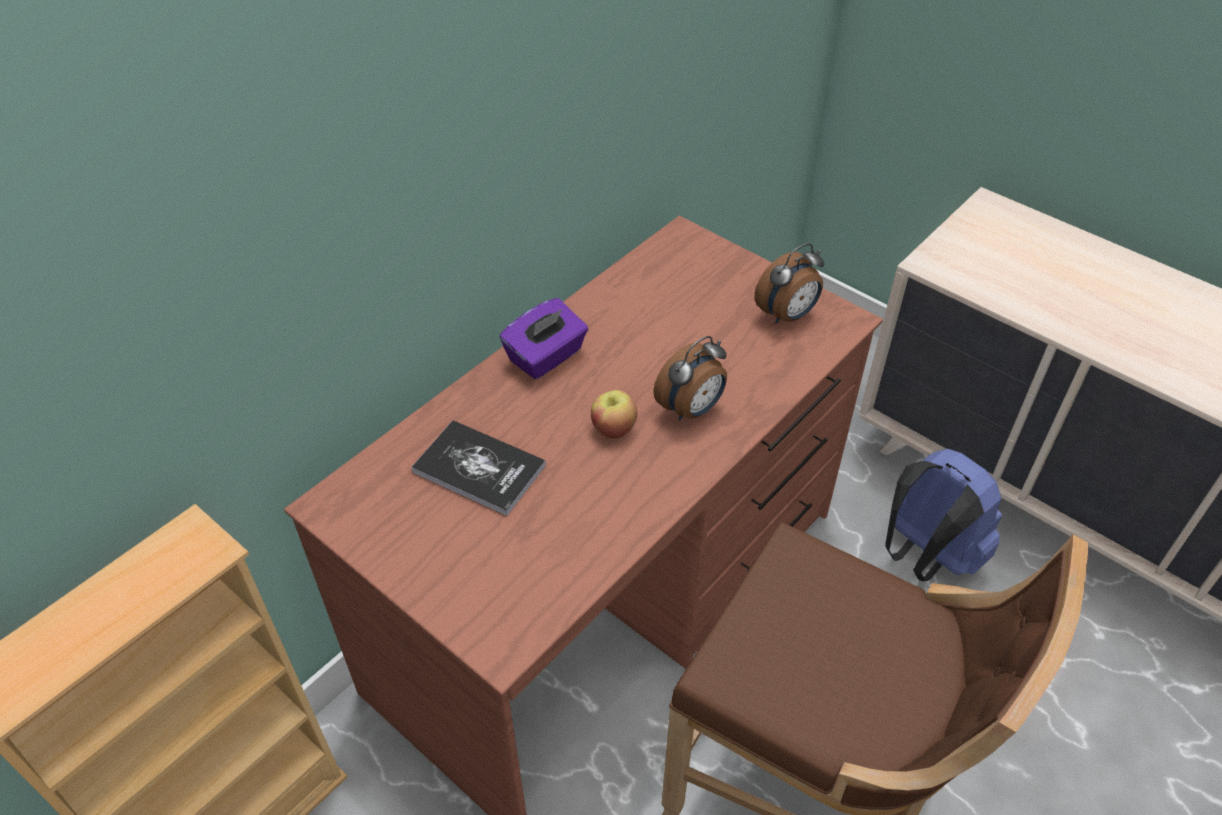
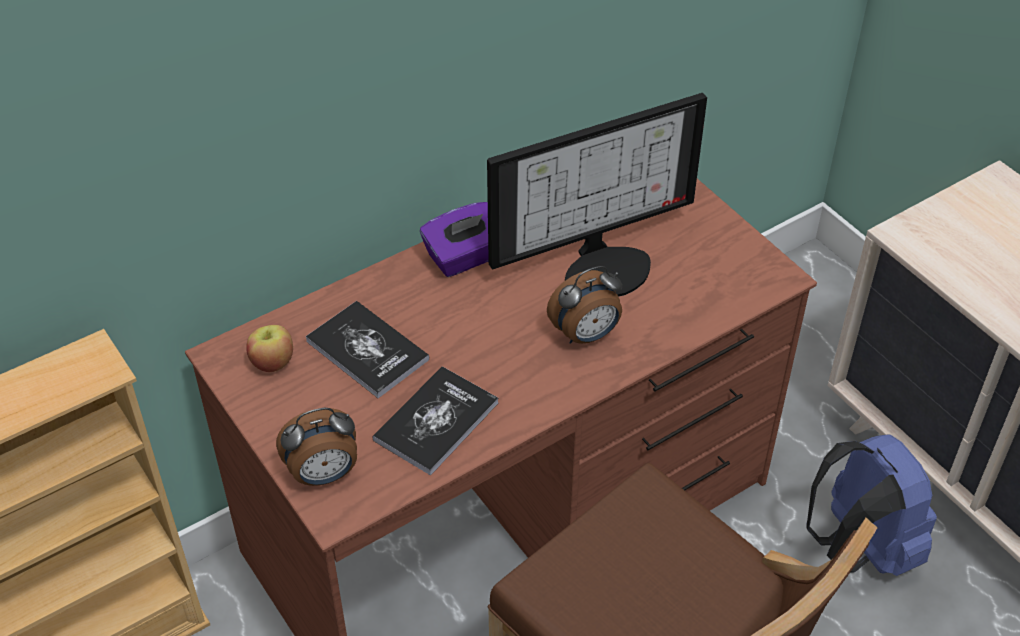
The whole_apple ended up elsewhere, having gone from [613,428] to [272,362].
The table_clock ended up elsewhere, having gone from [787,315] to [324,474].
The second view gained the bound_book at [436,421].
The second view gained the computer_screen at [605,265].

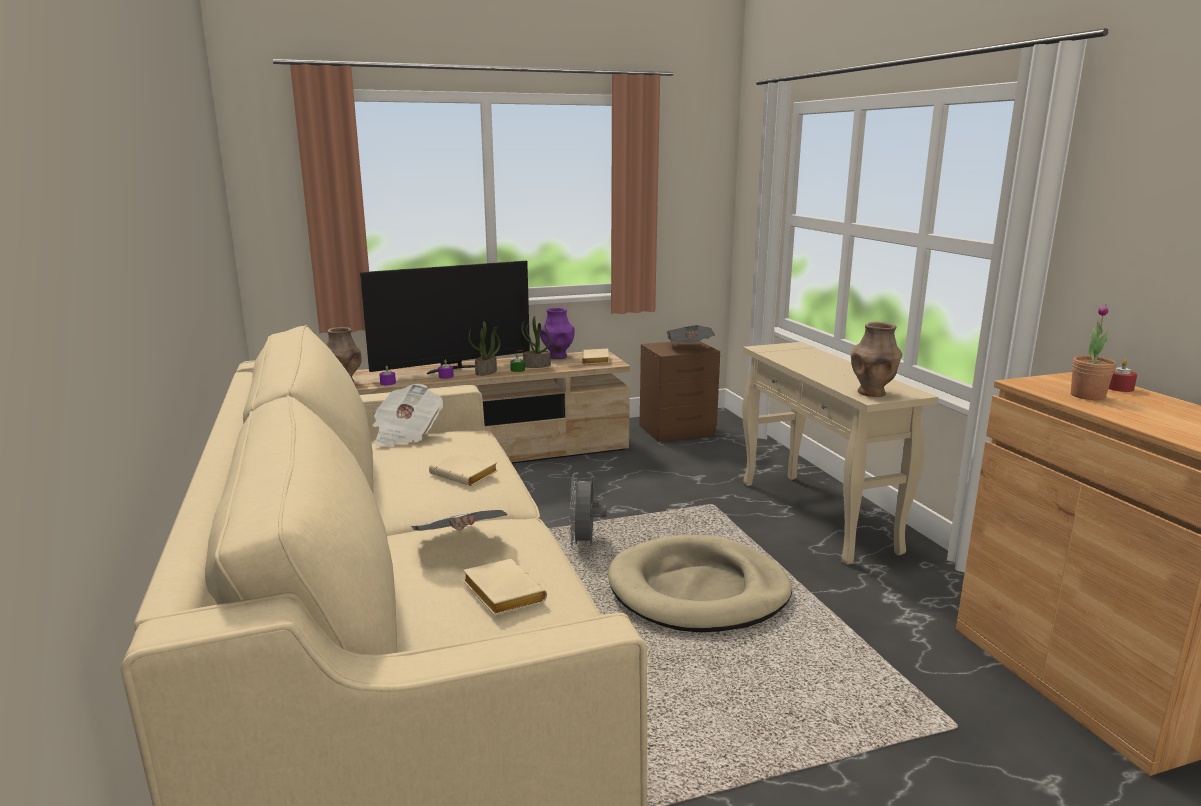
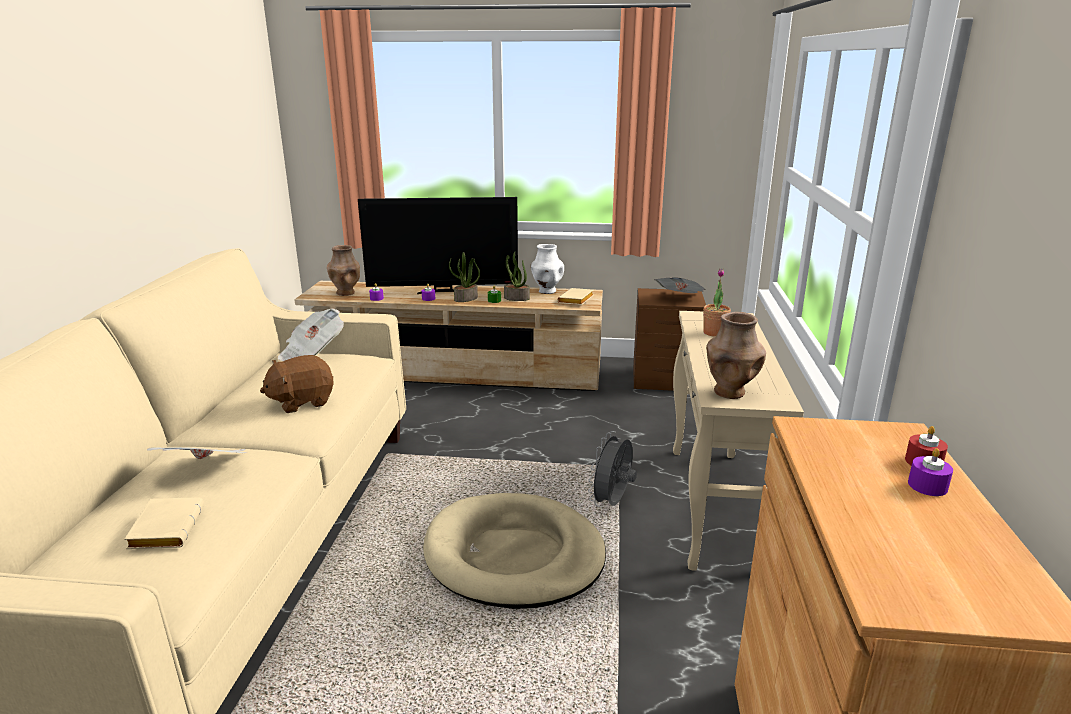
Where the sand-coloured_bound_book stood at [466,474], the brown_soft_toy came to stand at [301,402].
What was the purple_vase at [557,357] turned into the whitish_vase at [547,291].
The greyish_fan ended up elsewhere, having gone from [585,545] to [612,503].
The plant_in_a_pot ended up elsewhere, having gone from [1087,396] to [714,333].
The second view gained the purple_candle at [927,486].

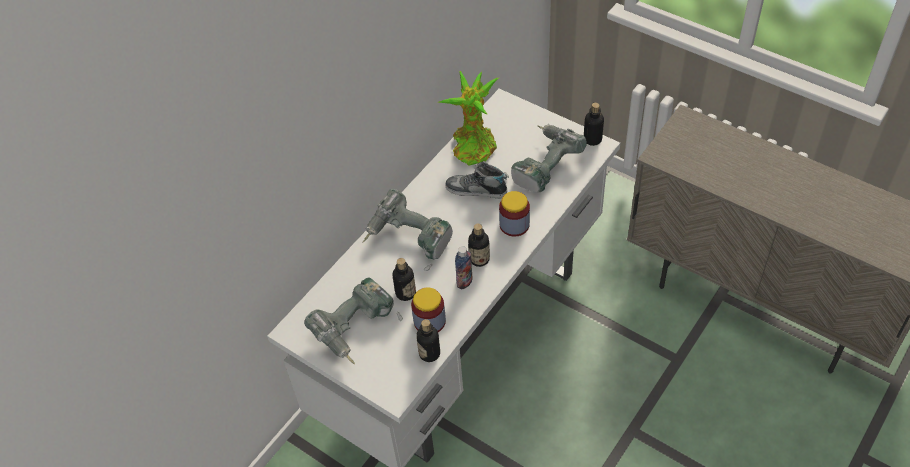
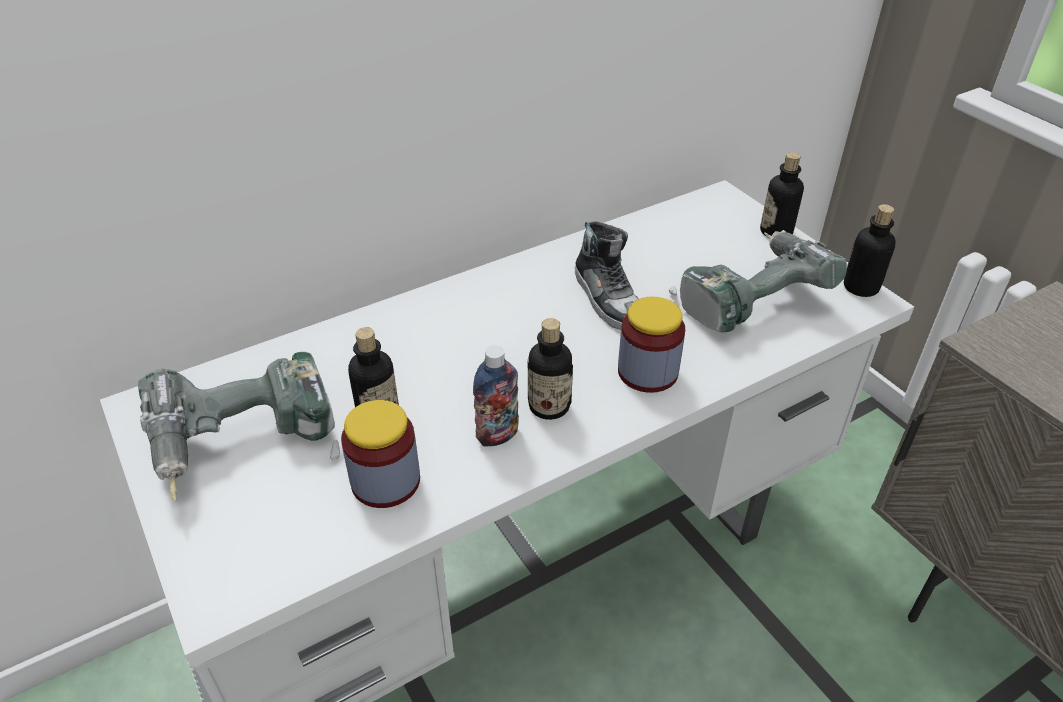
The item_of_footwear at [476,190] ended up facing another way, 150 degrees counterclockwise from before.
The bottle ended up elsewhere, having gone from [429,353] to [776,231].
The second view lost the electric_drill at [408,241].
The second view lost the plant_in_a_pot at [473,144].

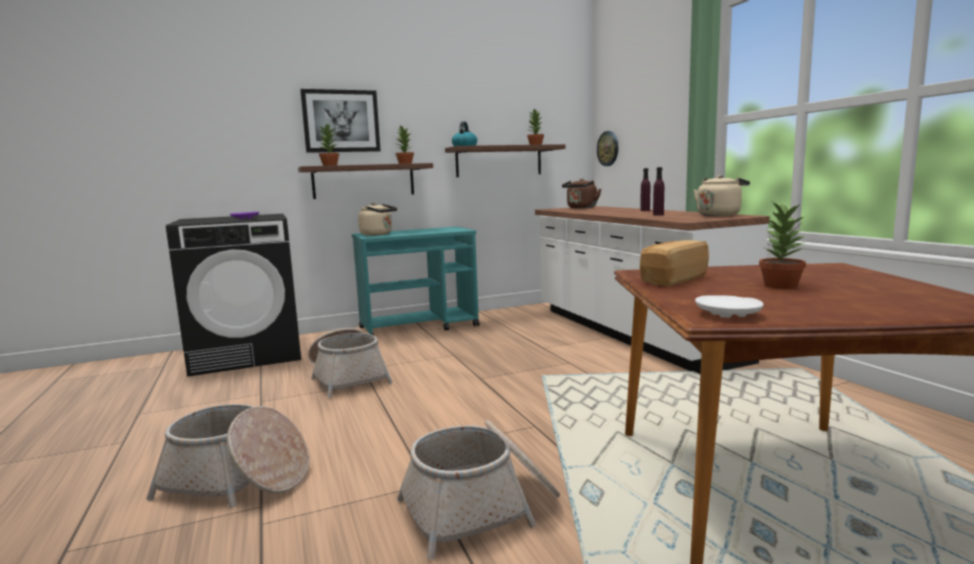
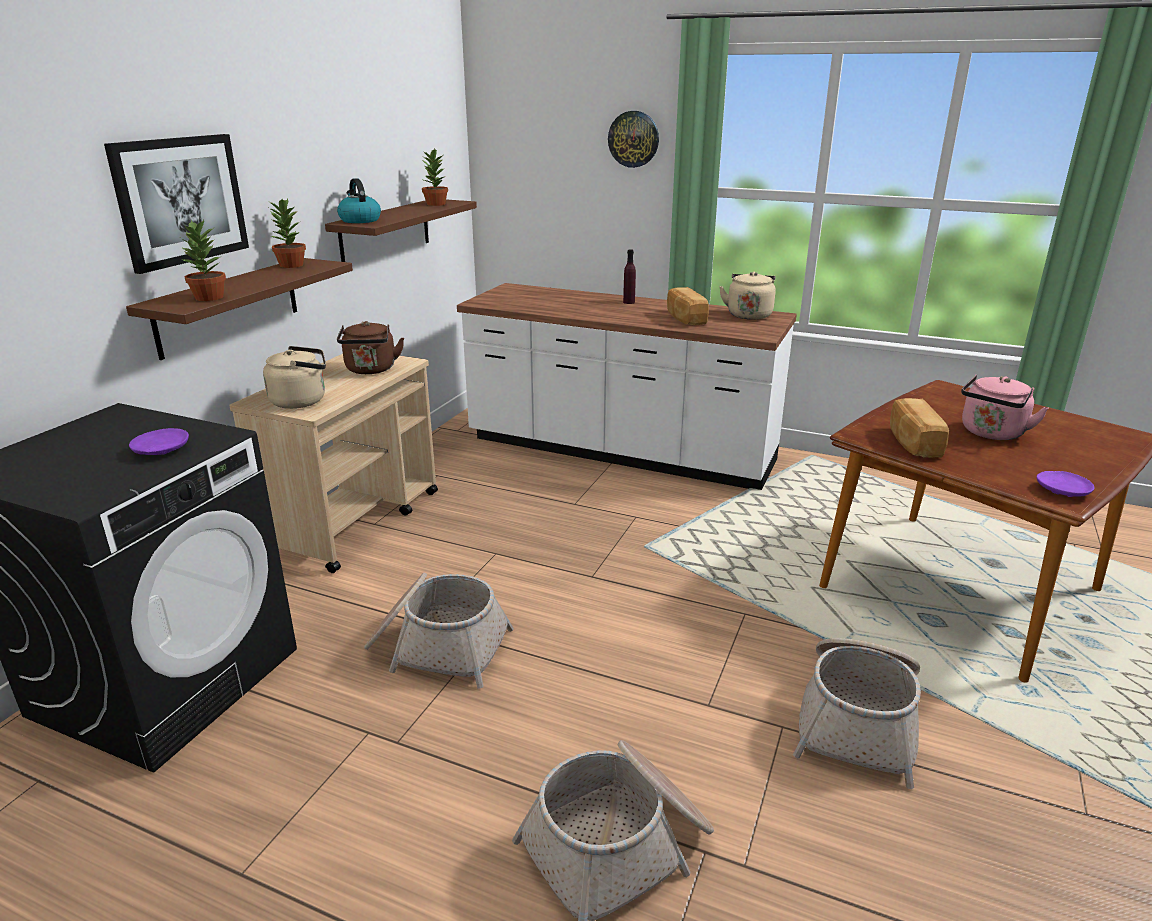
What was the blue-green_wheeled_cart at [419,327] turned into the sand-coloured_wheeled_cart at [355,520].
The brown_kettle ended up elsewhere, having gone from [581,208] to [371,370].
The hanging_clock ended up elsewhere, having gone from [608,148] to [633,139].
Where the purple_bottle stood at [658,215], the bread came to stand at [685,318].
Where the plant_in_a_pot stood at [779,285], the pink-coloured_kettle came to stand at [991,434].
What was the whitish_flat_dish at [728,314] turned into the purple_flat_dish at [1062,491].

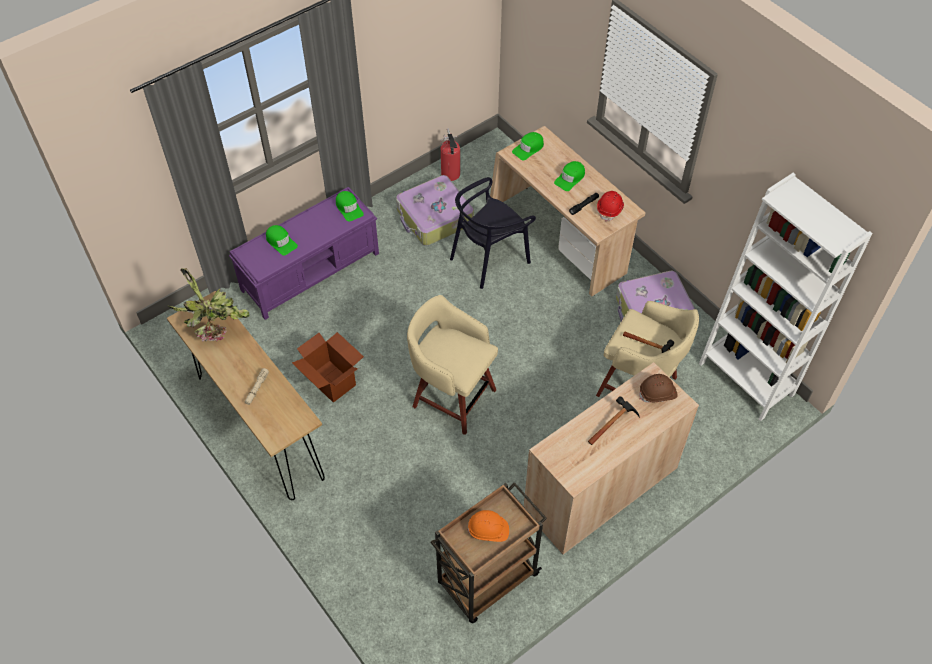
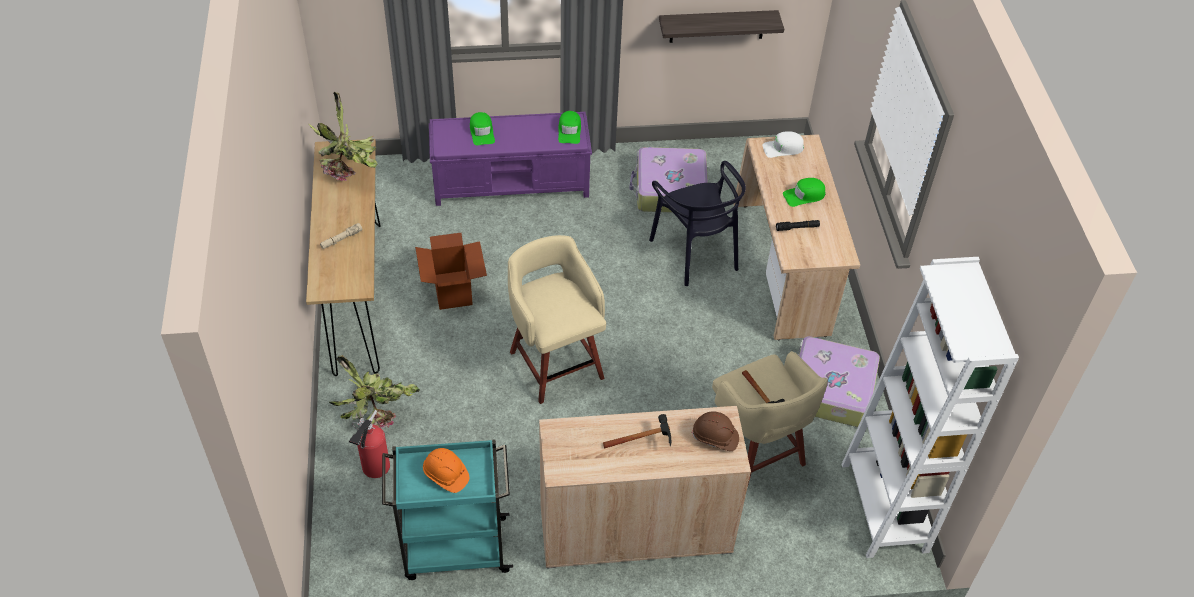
The second view gained the plant_in_a_pot at [378,413].
The extinguisher ended up elsewhere, having gone from [451,175] to [374,469].
What was the brown_wheeled_cart at [486,580] turned into the blue-green_wheeled_cart at [453,548].
The black-coloured_chair at [489,258] ended up facing another way, 105 degrees counterclockwise from before.
The second view gained the bracket_shelf at [717,26].
What was the green_baseball_cap at [528,148] turned into the whitish_baseball_cap at [783,148].
The second view lost the red_work_helmet at [610,209].

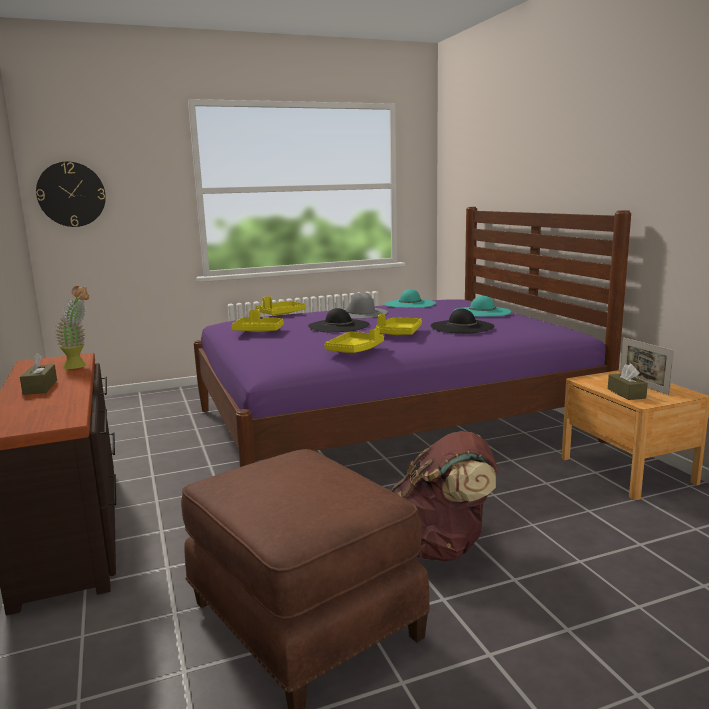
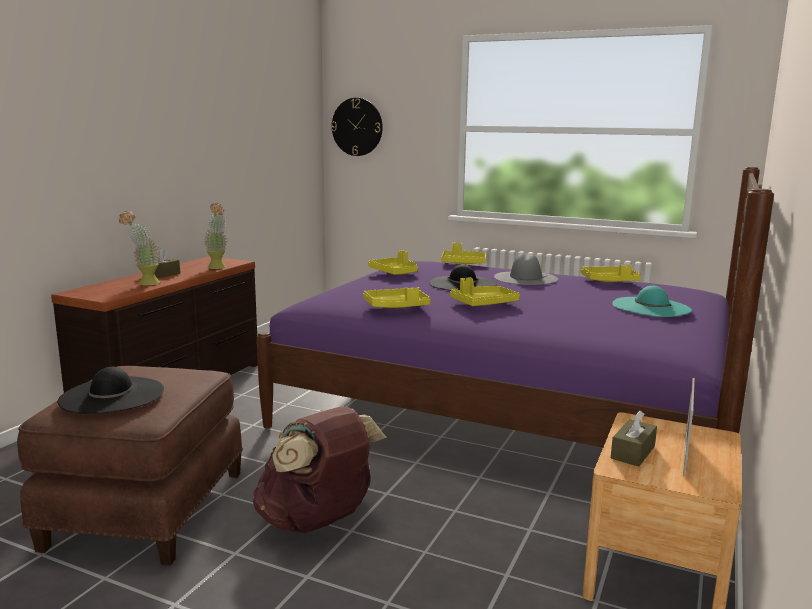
The black-coloured_clothing_hat ended up elsewhere, having gone from [462,326] to [112,395].
The second view gained the plant_in_a_pot at [144,284].
Where the blue-green_clothing_hat stood at [410,304], the yellowish_serving_tray came to stand at [609,281].

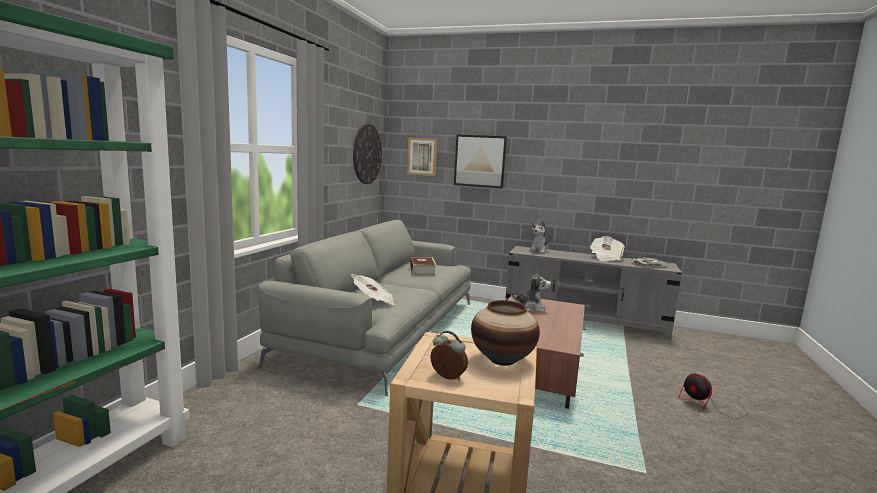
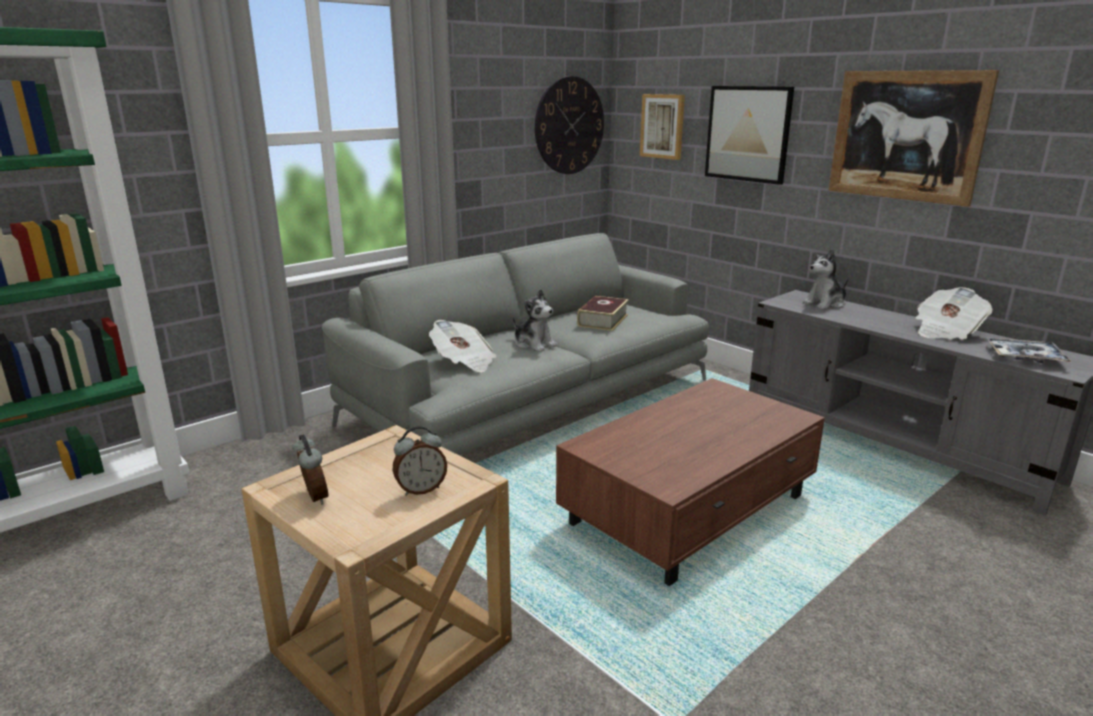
Where the vase stood at [502,360], the table_clock came to stand at [421,489].
The soft_toy ended up elsewhere, having gone from [530,308] to [534,344].
The second view gained the picture at [906,136].
The second view lost the fan at [709,405].

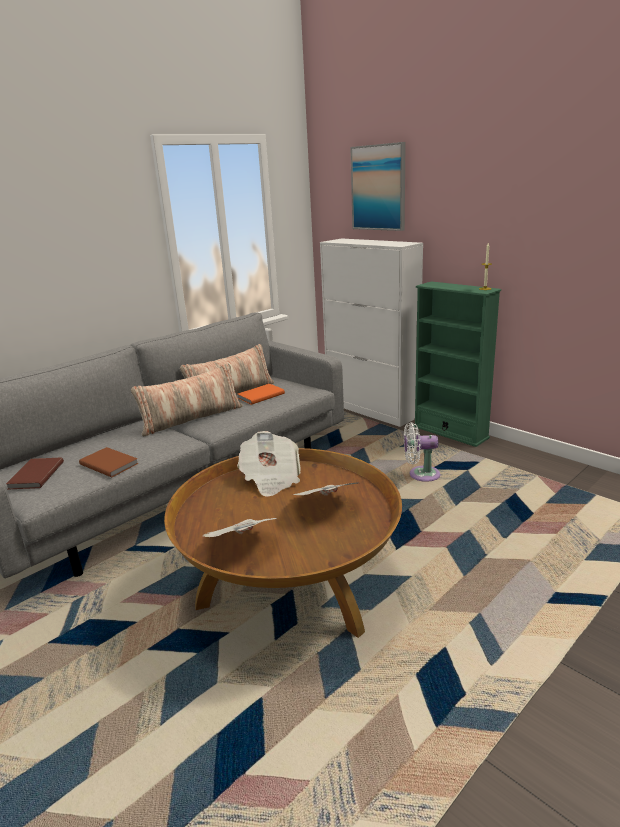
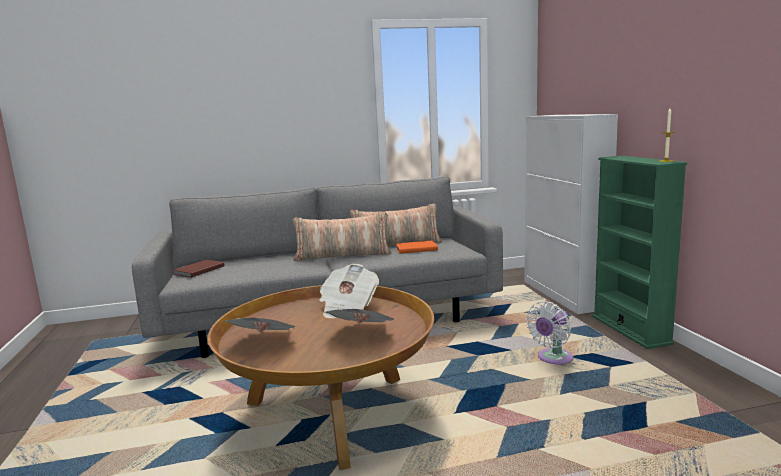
The whitish_fan at [420,475] ended up facing another way, 75 degrees counterclockwise from before.
The second view lost the brown_bound_book at [109,463].
The second view lost the picture at [378,188].

